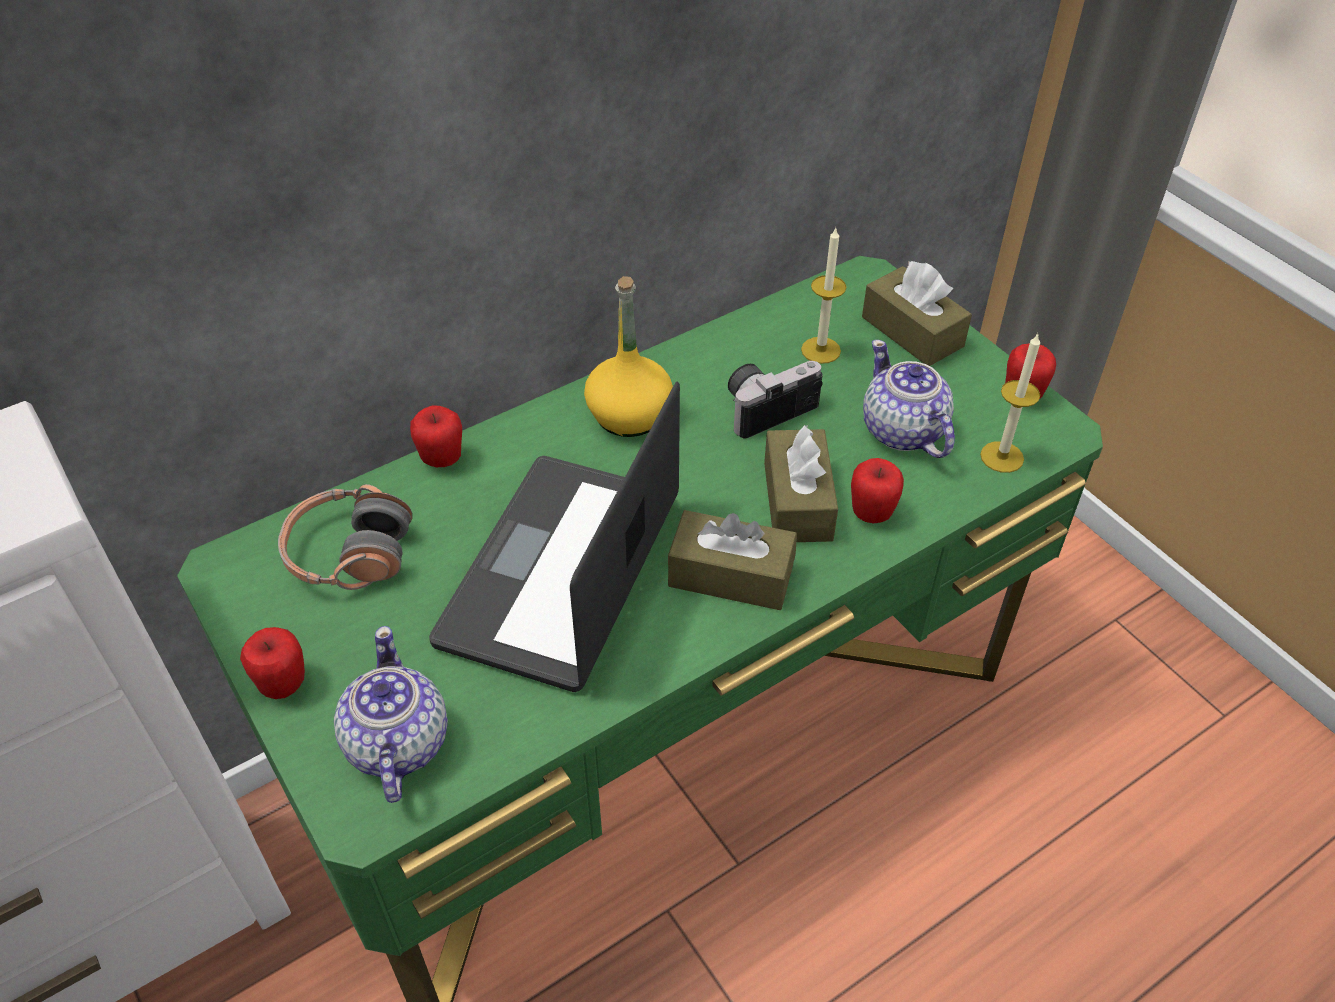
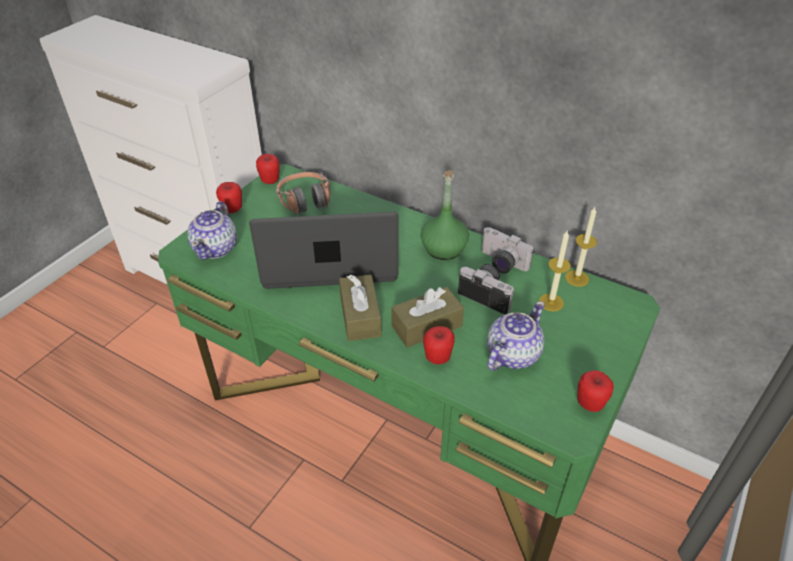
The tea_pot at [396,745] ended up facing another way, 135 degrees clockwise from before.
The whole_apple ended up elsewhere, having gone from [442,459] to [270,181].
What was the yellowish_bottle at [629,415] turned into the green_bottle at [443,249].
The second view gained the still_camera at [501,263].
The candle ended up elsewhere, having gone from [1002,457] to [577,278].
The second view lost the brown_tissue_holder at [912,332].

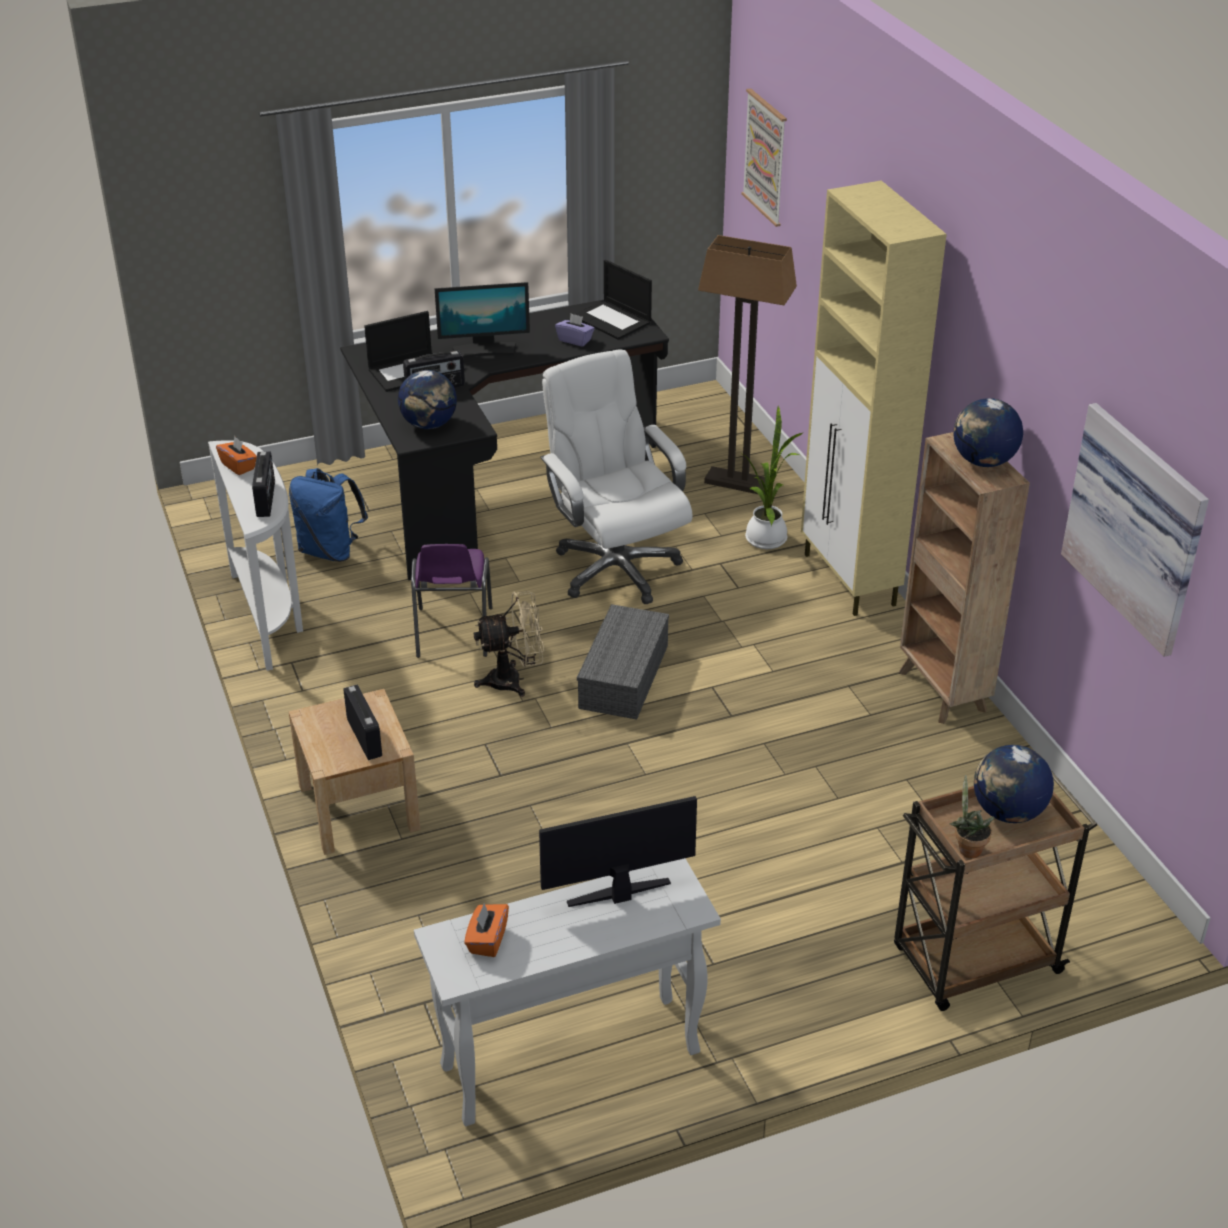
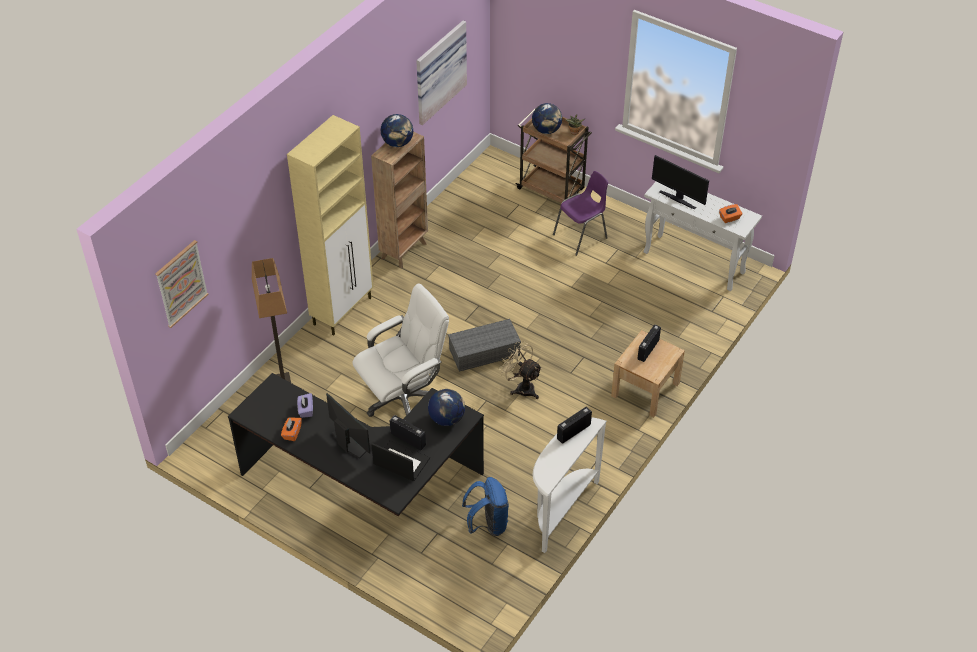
The orangey_tissue_holder ended up elsewhere, having gone from [238,466] to [292,433].
The whitish_computer_chair at [615,568] ended up facing another way, 150 degrees counterclockwise from before.
The purple_chair ended up elsewhere, having gone from [453,634] to [581,236].
The second view lost the portable_computer at [613,320].
The second view lost the plant_in_a_pot at [767,537].

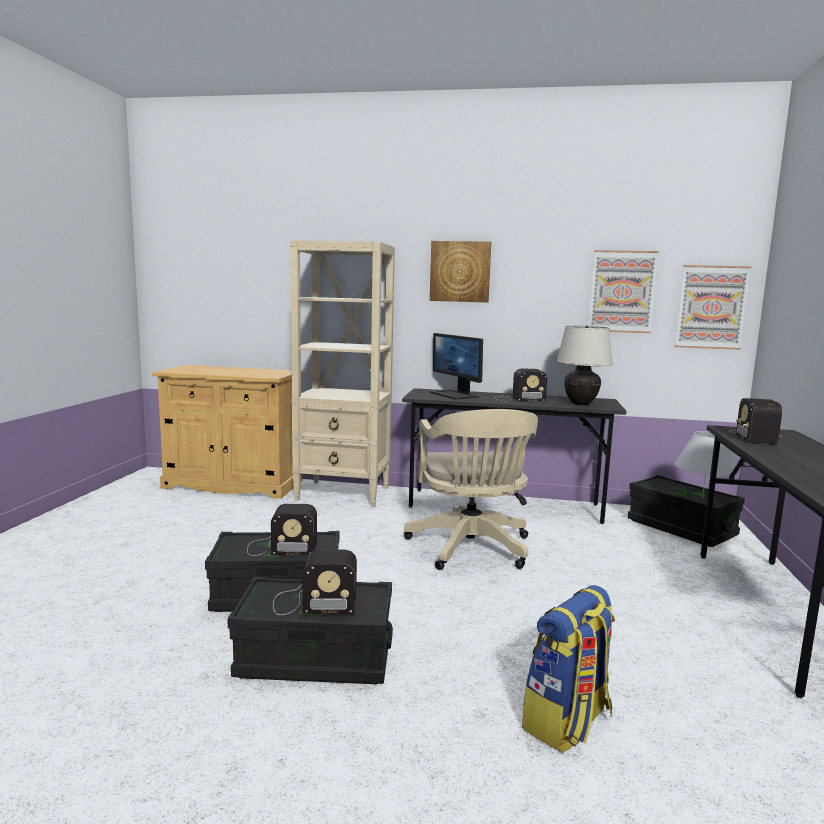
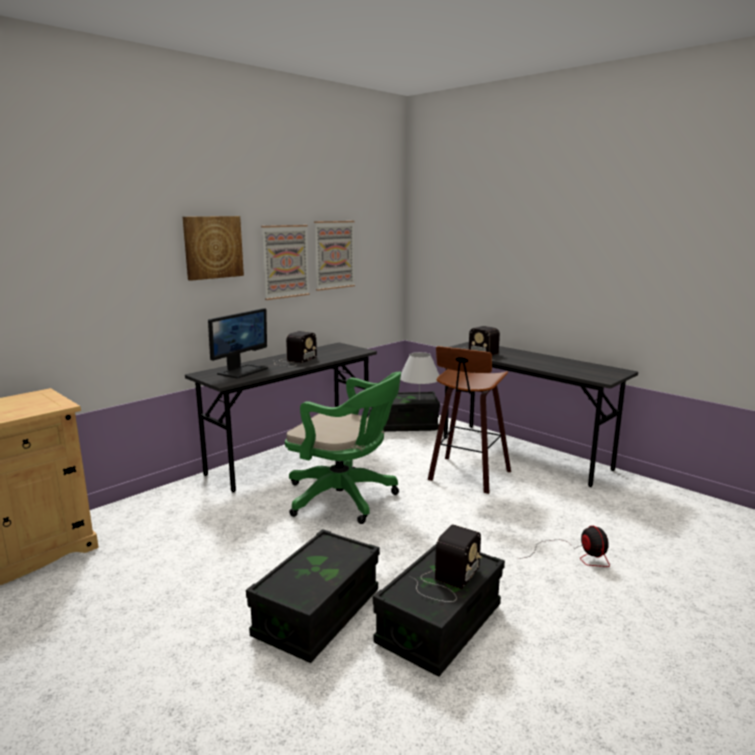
The computer_screen at [455,395] ended up facing another way, 60 degrees counterclockwise from before.
The picture ended up elsewhere, having gone from [711,307] to [285,261].
What was the sand-coloured_computer_chair at [471,549] turned into the green_computer_chair at [345,498].
The second view gained the stool at [467,476].
Where the knapsack stood at [567,722], the fan came to stand at [575,556].
The second view lost the radio at [279,548].
The second view lost the sand-coloured_bookcase at [344,494].
The second view lost the sand-coloured_tabletop_lamp at [580,404].

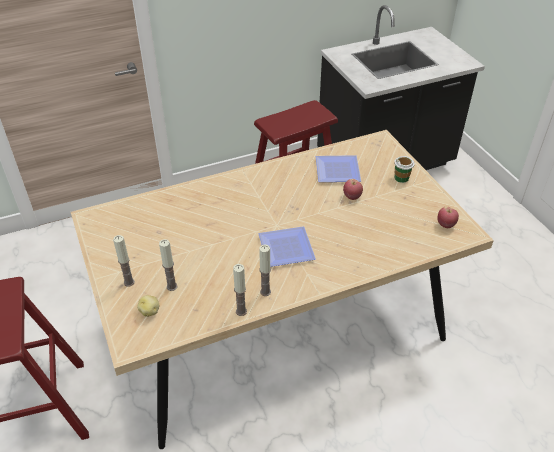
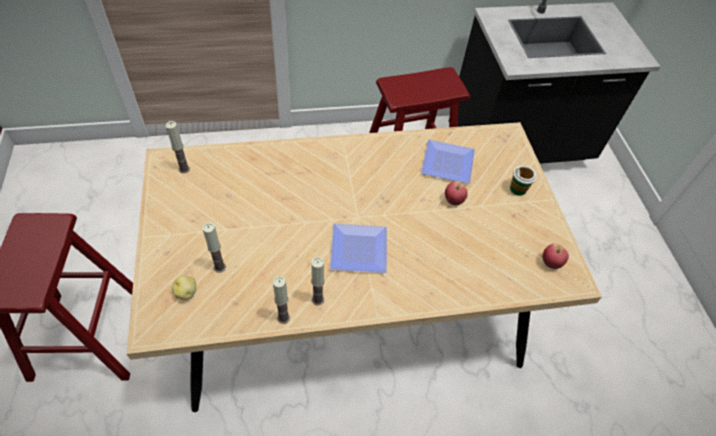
The candle ended up elsewhere, having gone from [129,282] to [184,169].

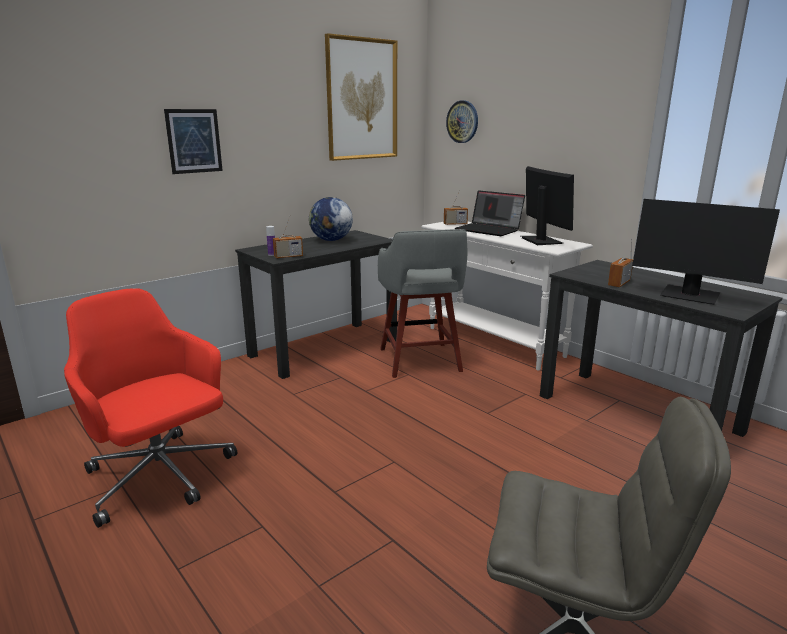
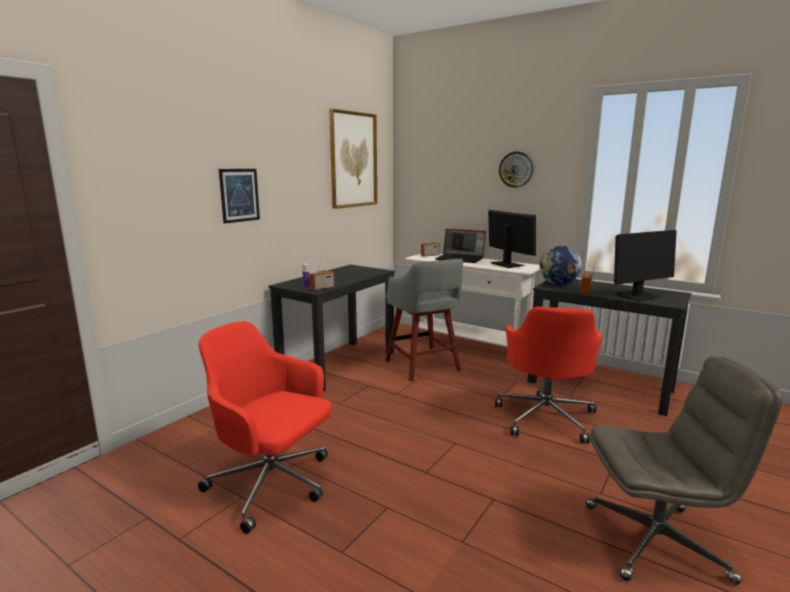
The second view gained the red_computer_chair at [546,417].
The hanging_clock ended up elsewhere, having gone from [462,122] to [516,169].
The globe ended up elsewhere, having gone from [331,240] to [558,284].
The computer_screen at [690,296] ended up facing another way, 45 degrees counterclockwise from before.

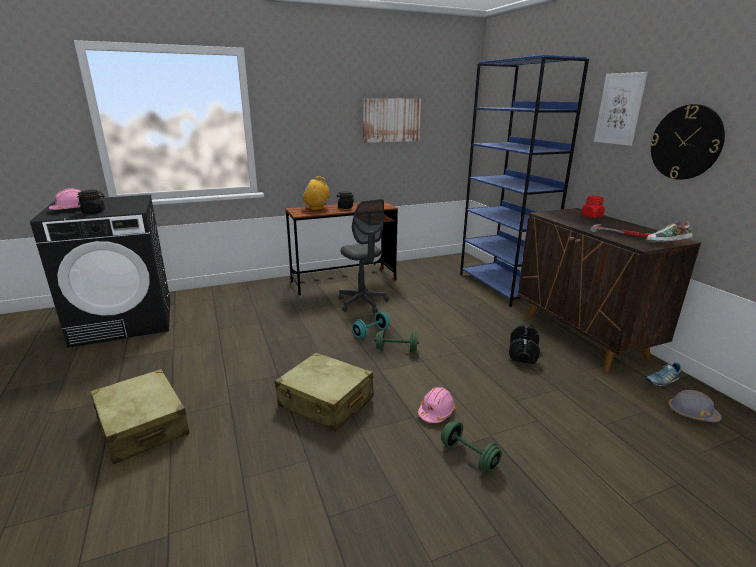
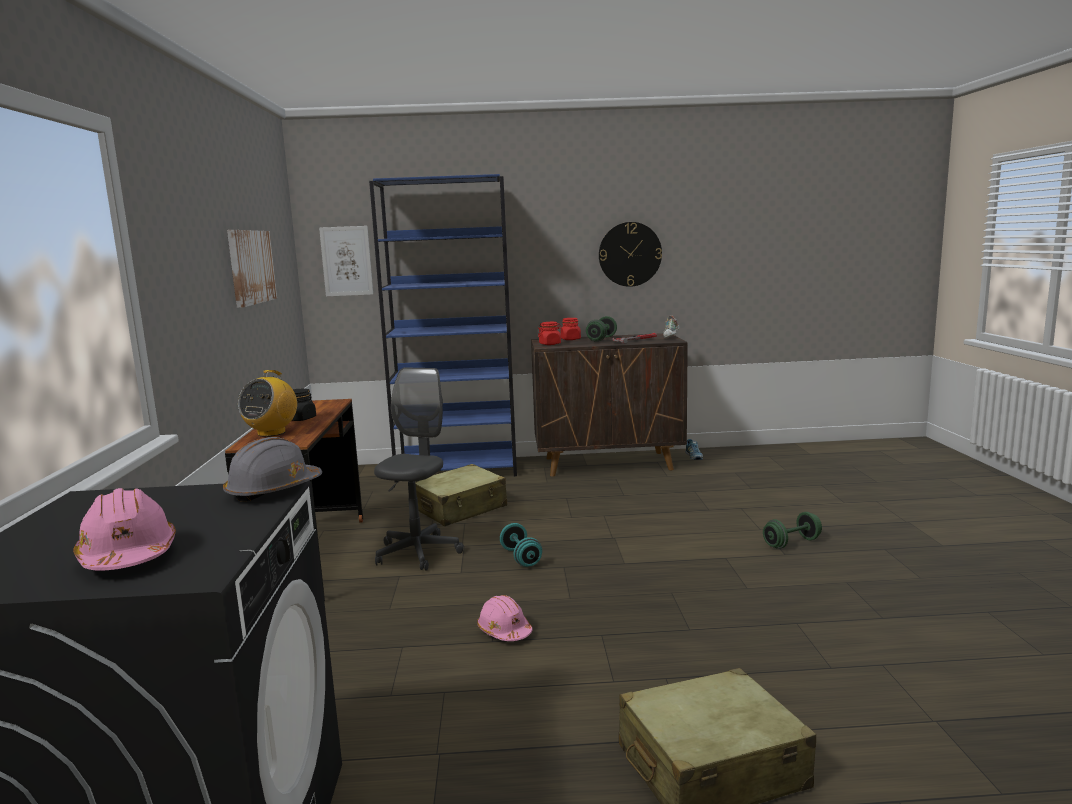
The greyish_work_helmet ended up elsewhere, having gone from [692,414] to [273,490].
The picture ended up elsewhere, having gone from [619,109] to [346,261].
The greyish_computer_chair at [362,303] ended up facing another way, 60 degrees counterclockwise from before.
The sand-coloured_piece_of_luggage ended up elsewhere, having gone from [326,402] to [460,508].
The pink-coloured_work_helmet ended up elsewhere, having gone from [436,412] to [504,631].
The second view gained the red_jar at [550,344].
The green_dumbbell ended up elsewhere, having gone from [396,349] to [601,339].
The second view lost the black-coloured_jar at [94,212].
The second view lost the black-coloured_dumbbell at [522,353].

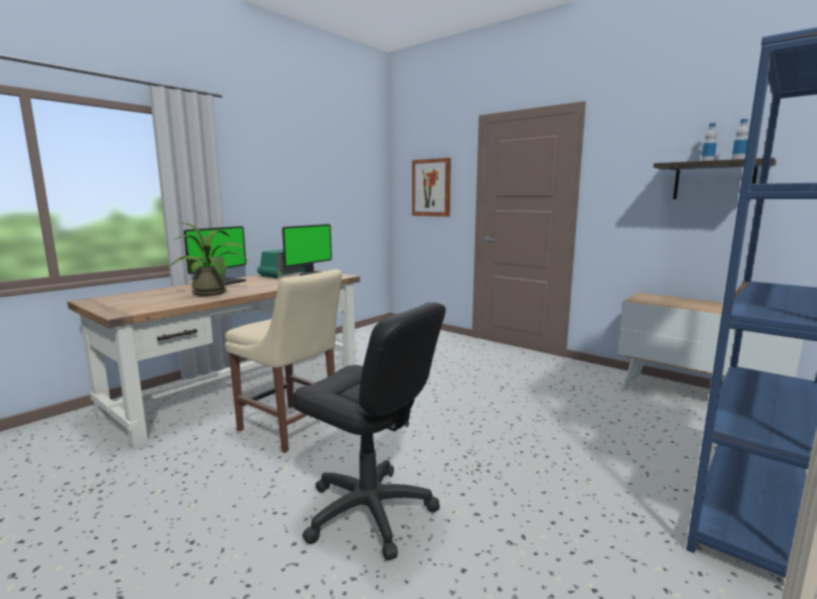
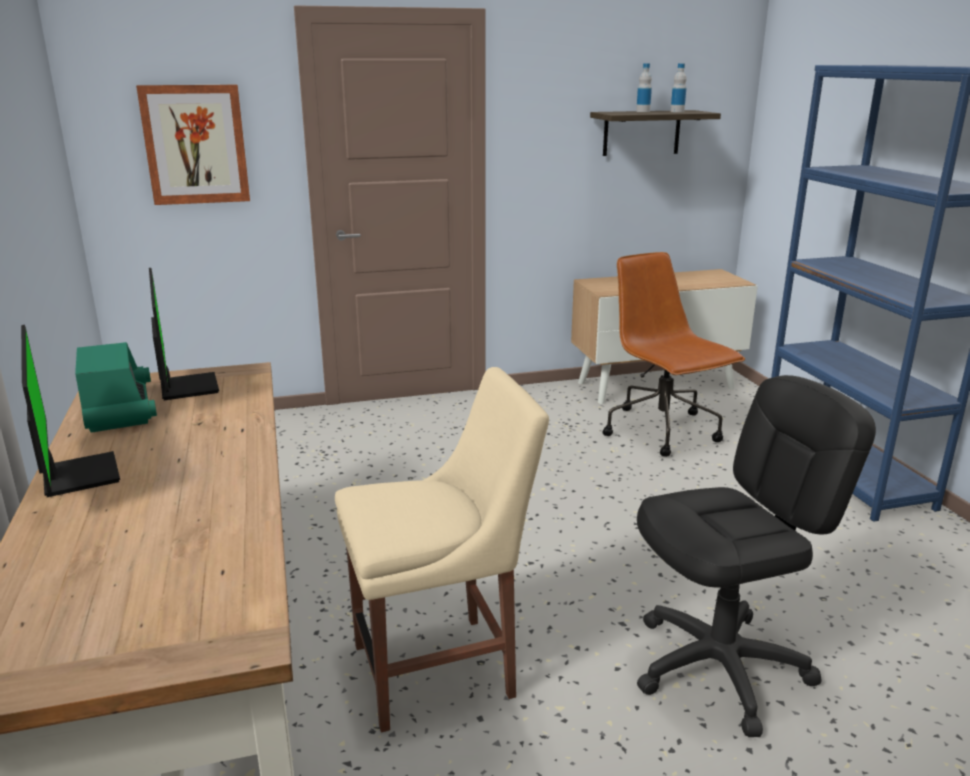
The second view gained the brown_computer_chair at [663,431].
The second view lost the plant_in_a_pot at [212,294].

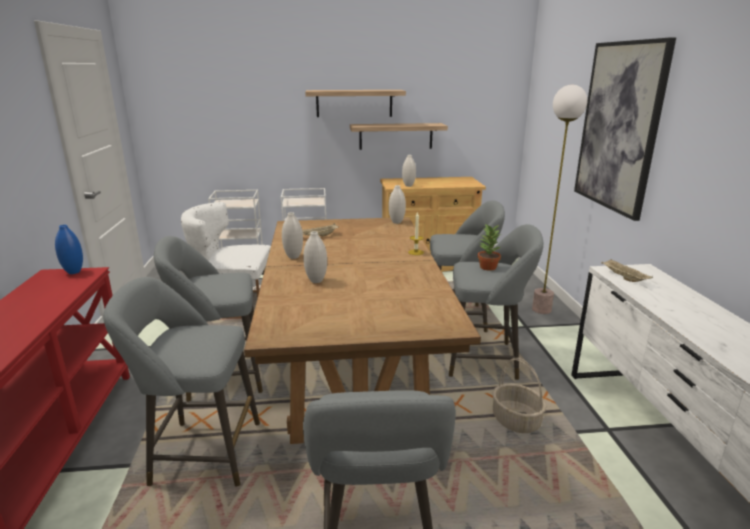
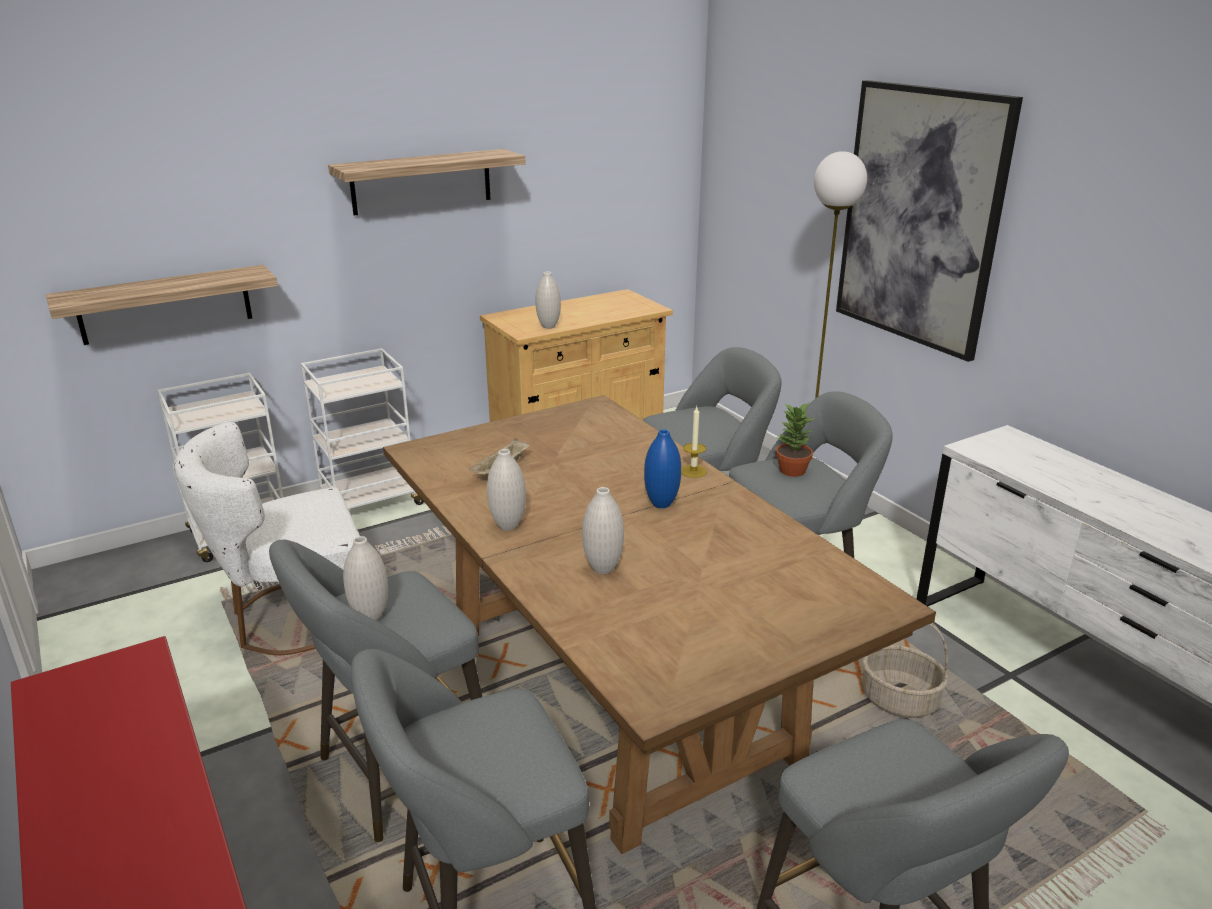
The bracket_shelf ended up elsewhere, having gone from [396,136] to [165,304].
The whitish_vase ended up elsewhere, having gone from [396,222] to [370,617].
The blue_vase ended up elsewhere, having gone from [74,272] to [661,504].
The second view lost the sand-coloured_serving_tray at [623,278].

